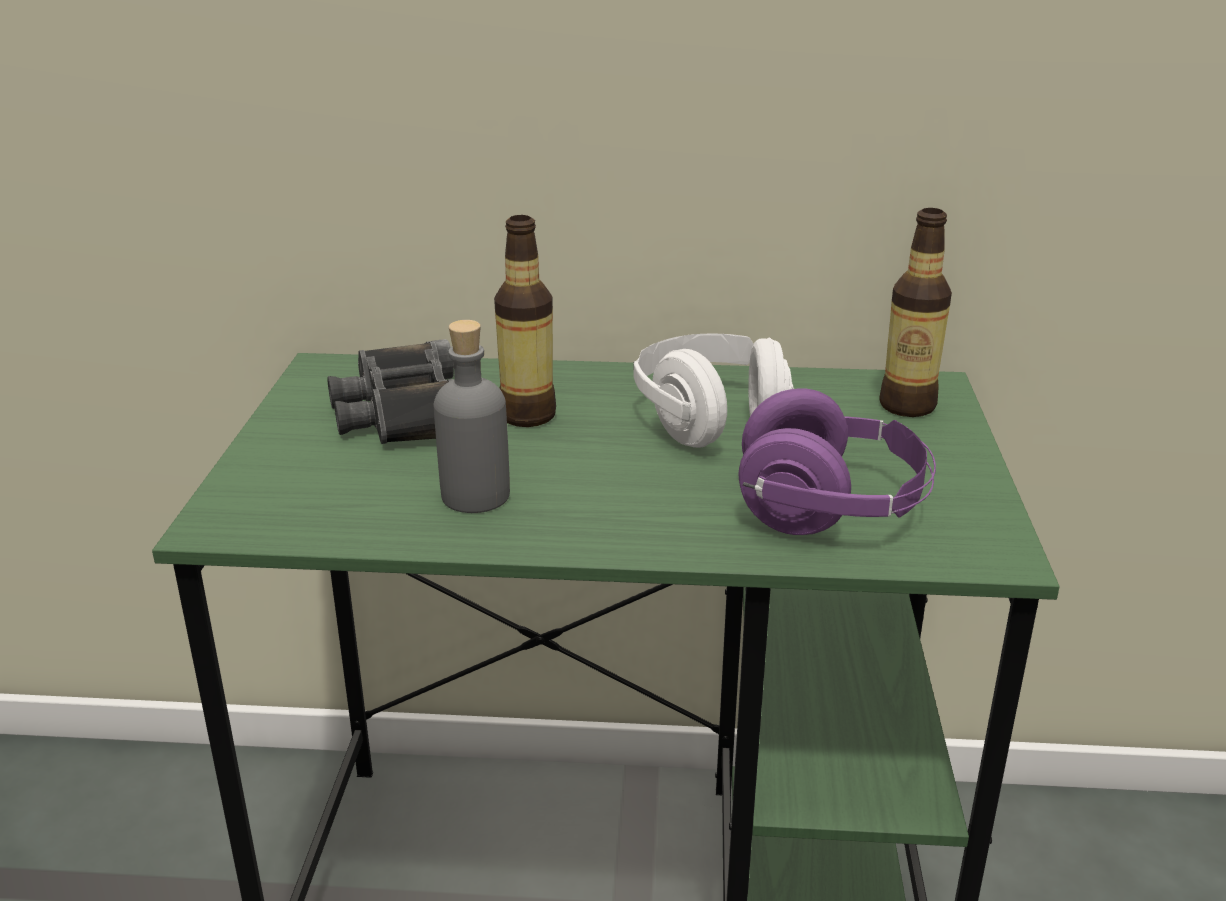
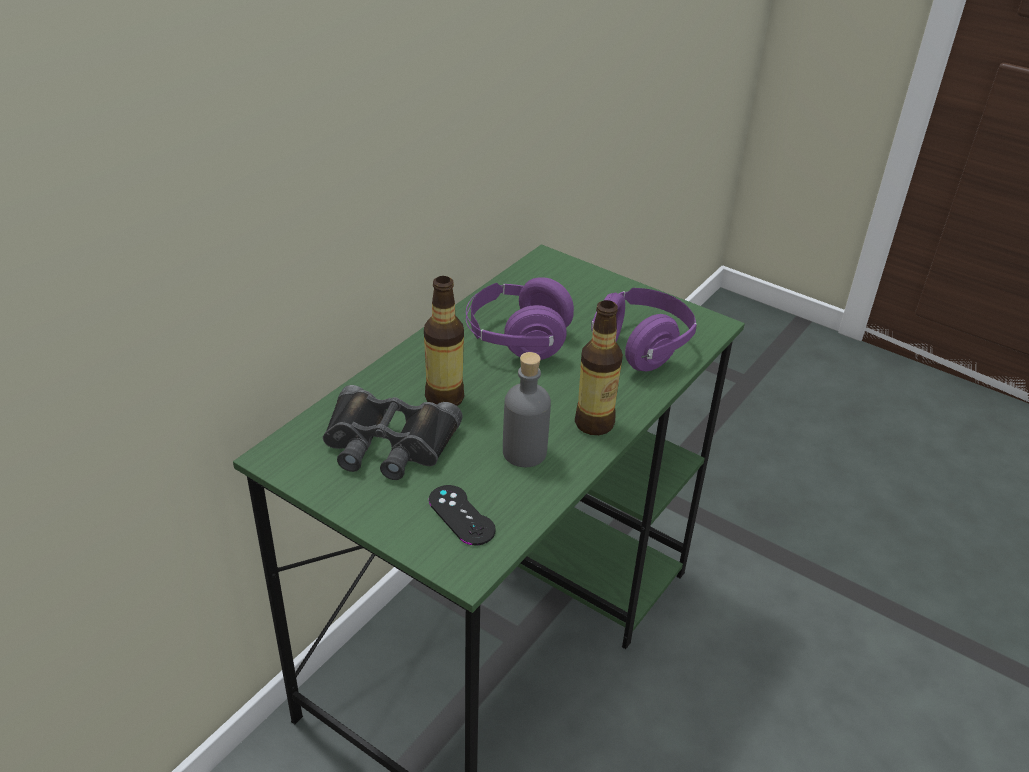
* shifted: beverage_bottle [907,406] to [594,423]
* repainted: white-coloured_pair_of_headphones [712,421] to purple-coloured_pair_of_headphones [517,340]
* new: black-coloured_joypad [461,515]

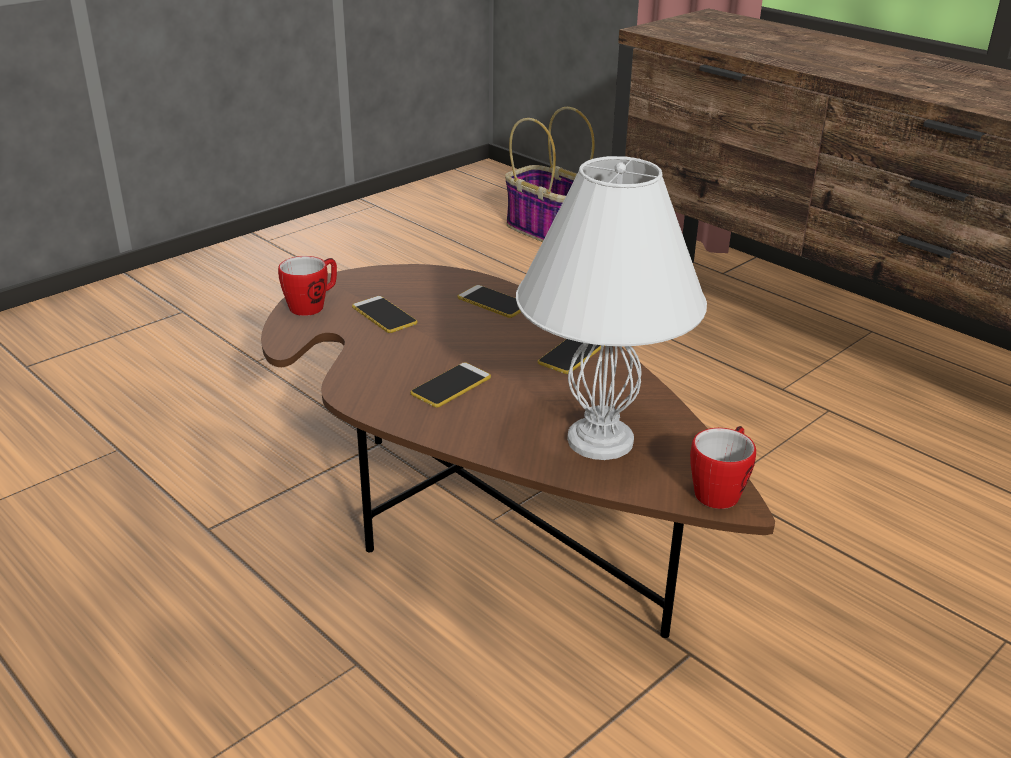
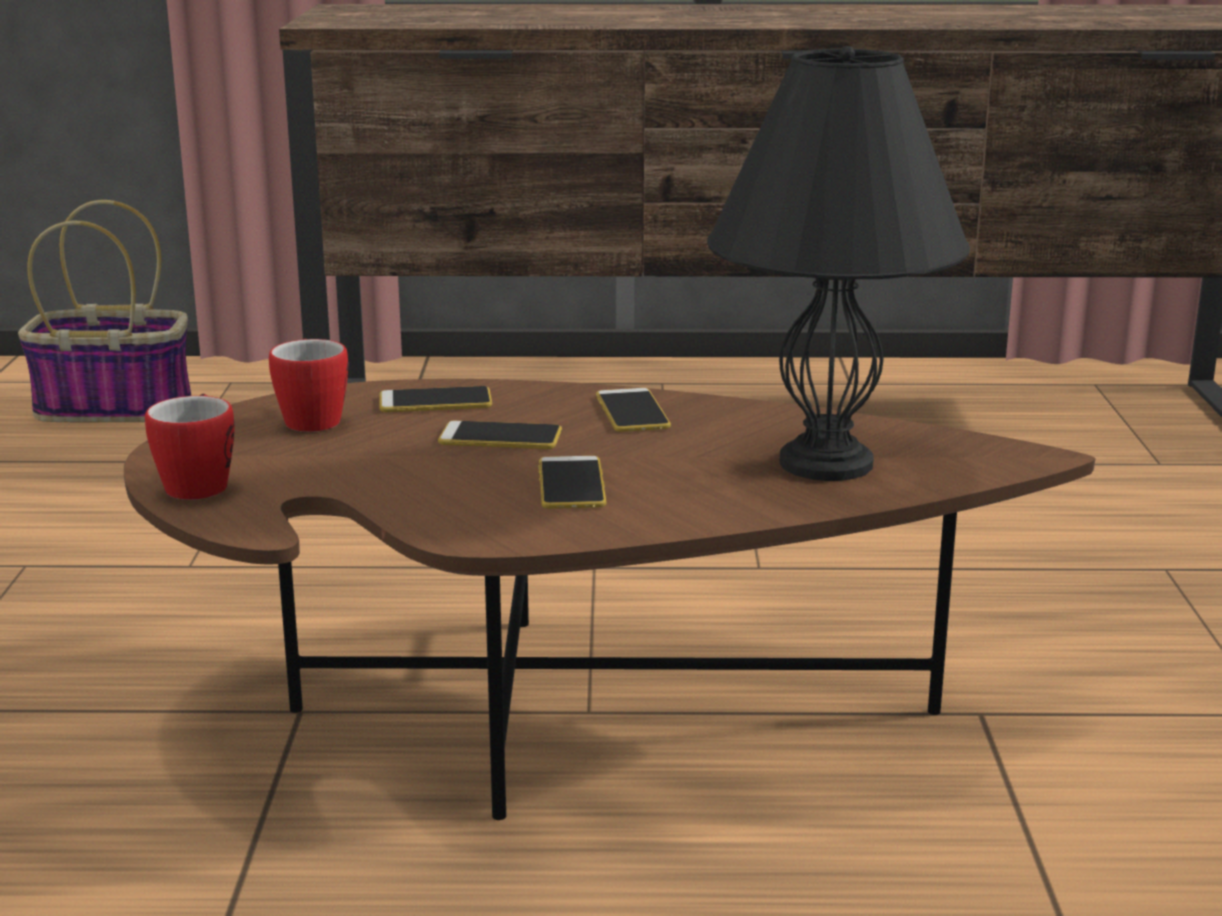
* repainted: white-coloured_table_lamp [602,440] to black-coloured_table_lamp [827,462]
* shifted: handset [384,315] to [500,437]
* shifted: mug [720,490] to [312,418]

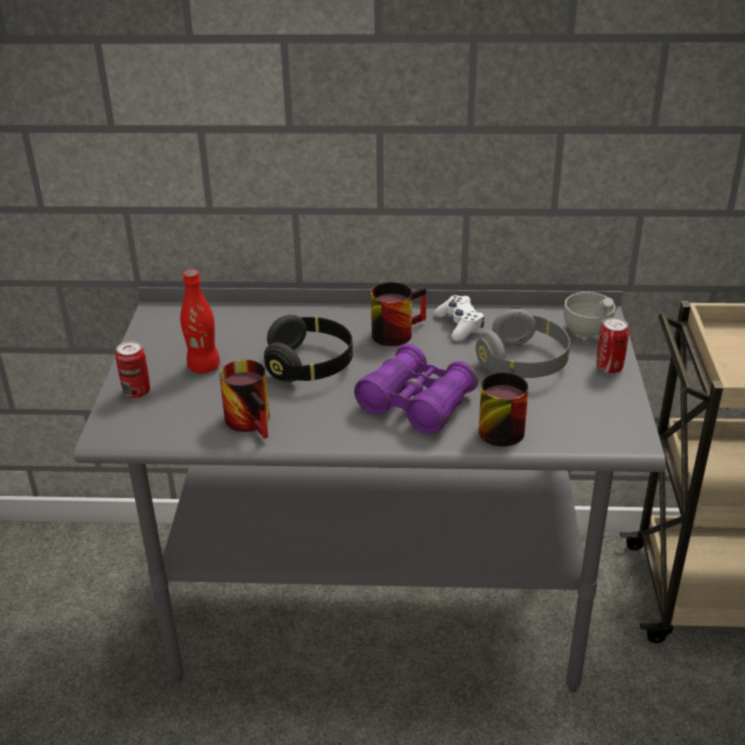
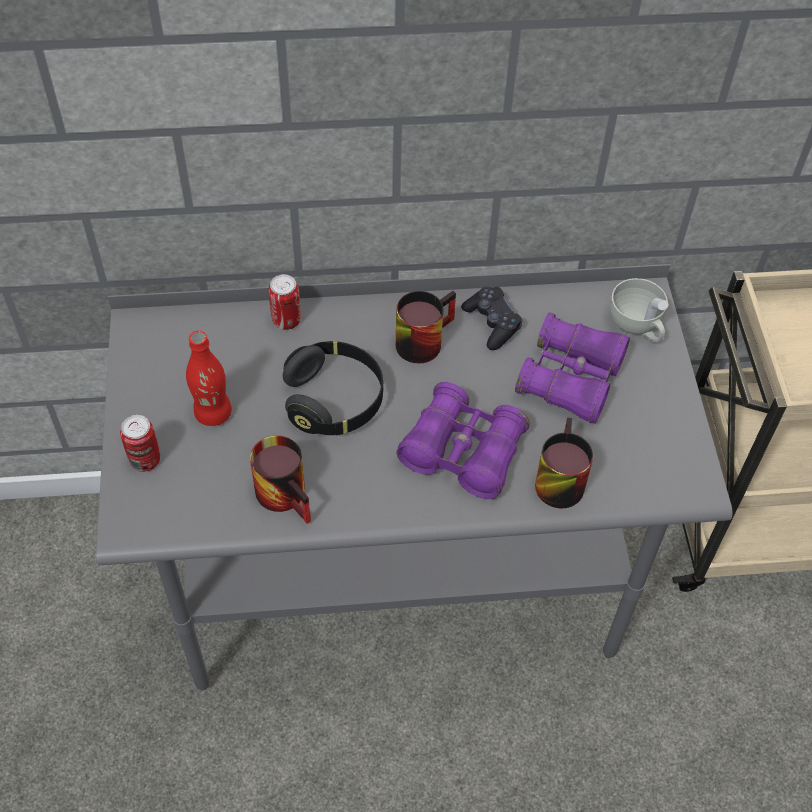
* repainted: white-coloured_joypad [459,325] to black-coloured_joypad [492,323]
* swapped: gray_pair_of_headphones [523,363] to purple-coloured_field_glasses [570,379]
* shifted: can [609,368] to [286,320]

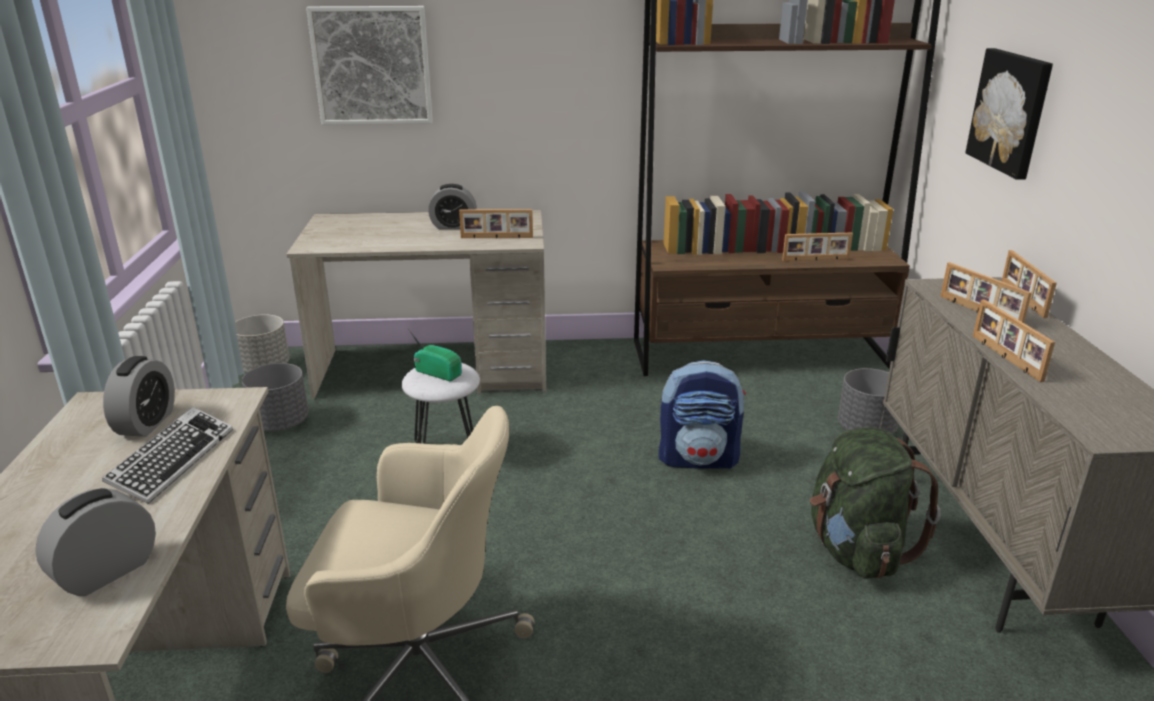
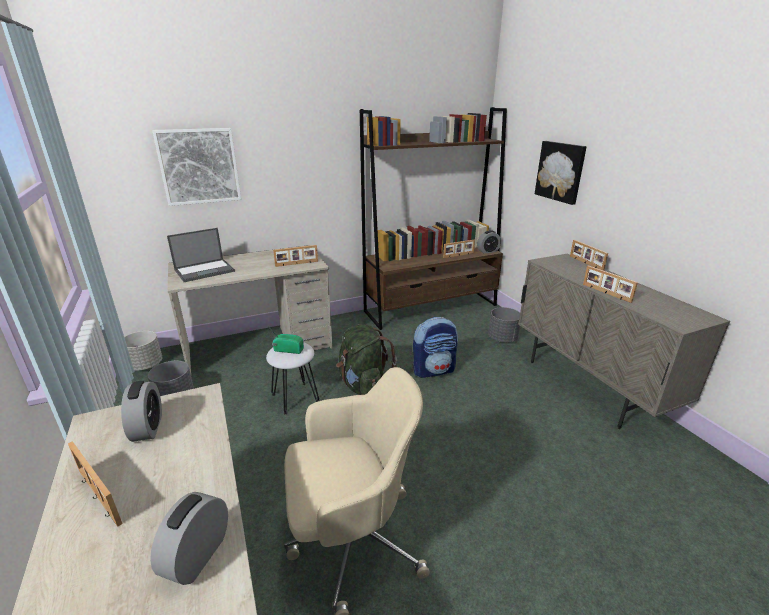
* shifted: bedside_clock [453,226] to [488,251]
* shifted: photo_frame [978,312] to [98,497]
* gone: keyboard [172,461]
* shifted: green_backpack [856,550] to [363,385]
* new: portable_computer [205,270]

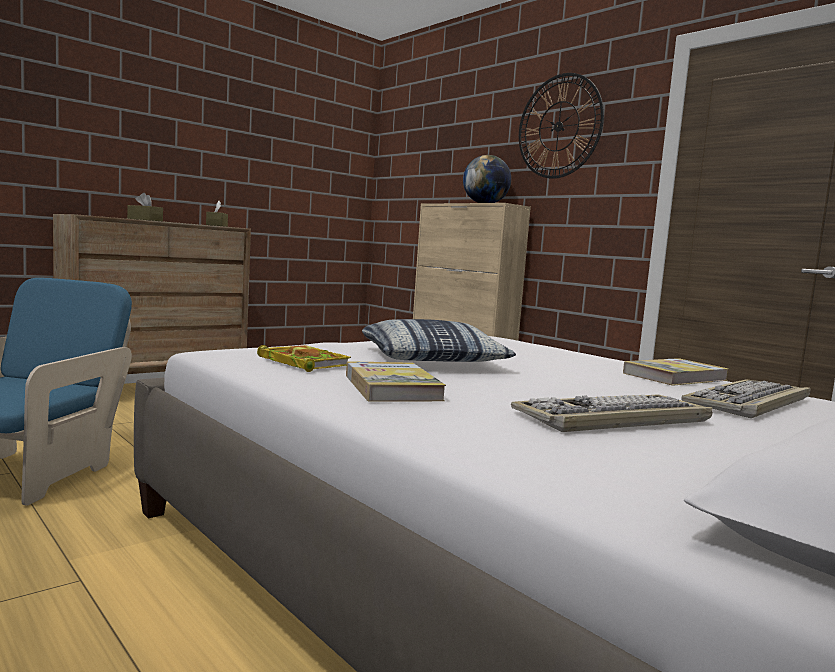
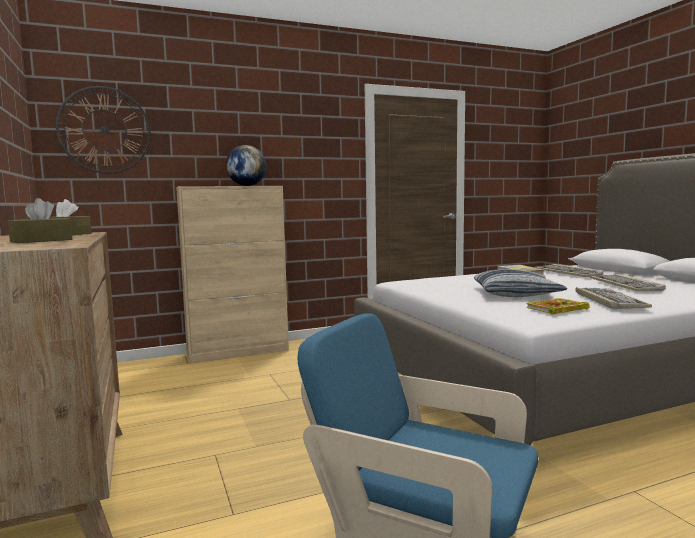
* shifted: clock_on_the_wall [559,126] to [104,130]
* swapped: book [392,387] to keyboard [608,301]

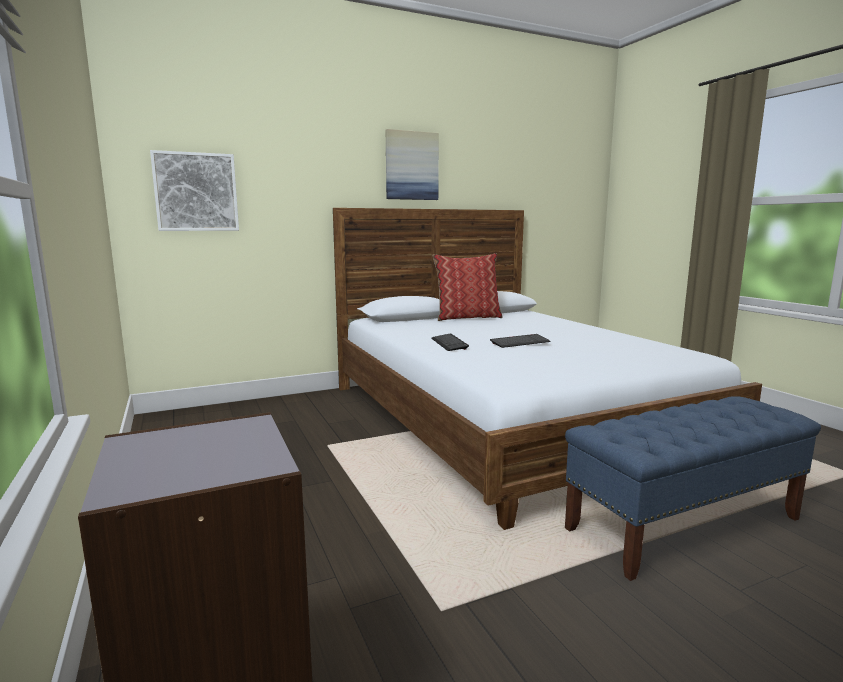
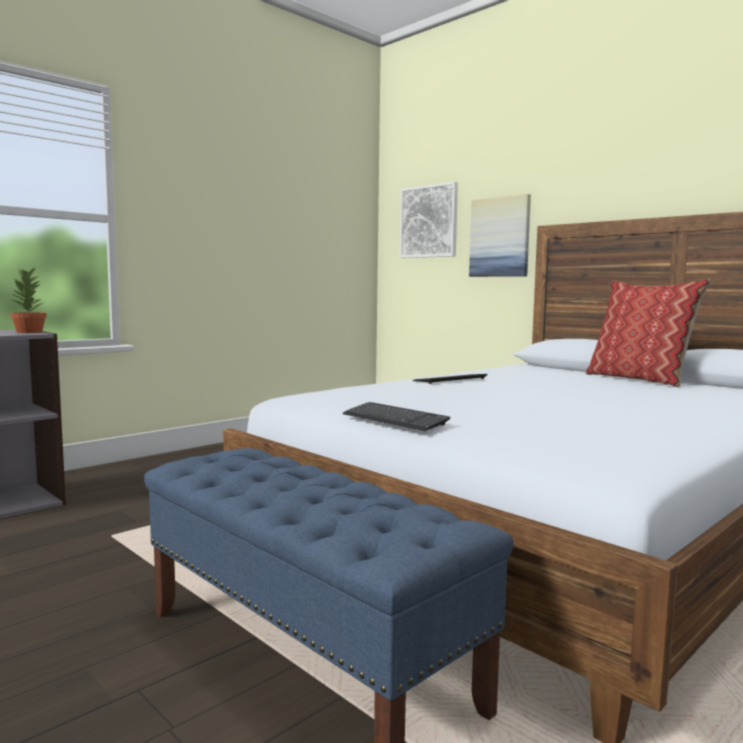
* shifted: wall_art [411,166] to [500,237]
* shifted: keyboard [520,342] to [394,419]
* new: houseplant [29,332]

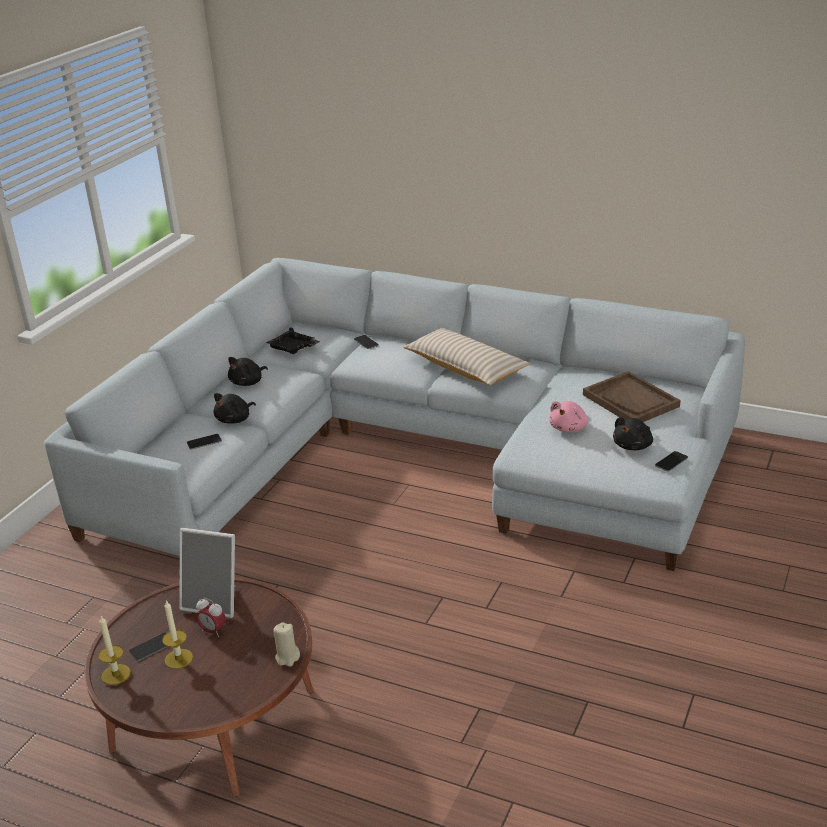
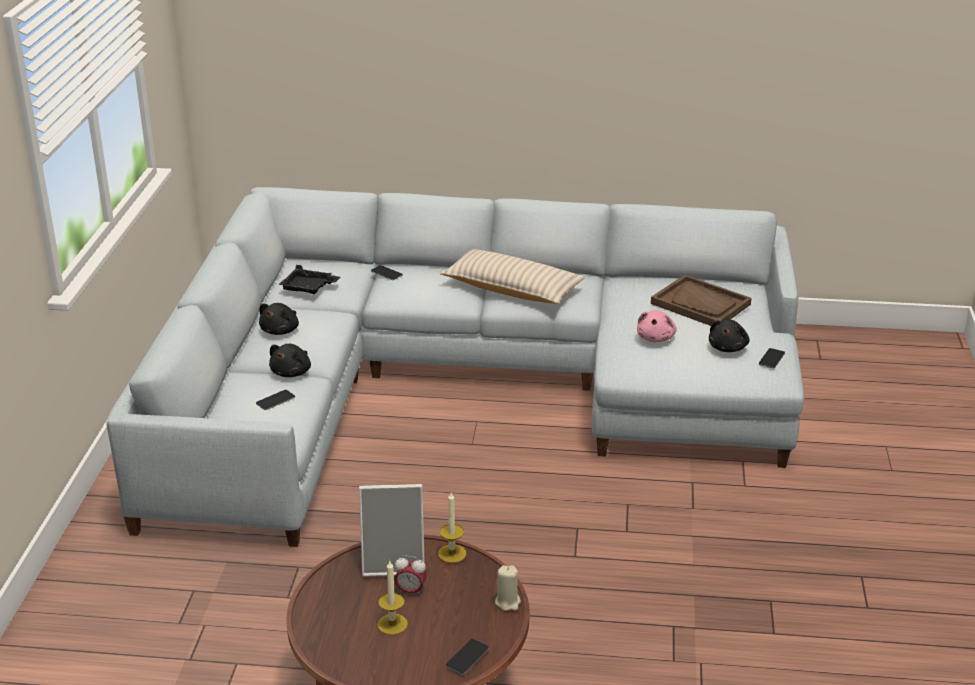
* shifted: wax_light [116,674] to [452,553]
* shifted: handset [151,647] to [467,657]

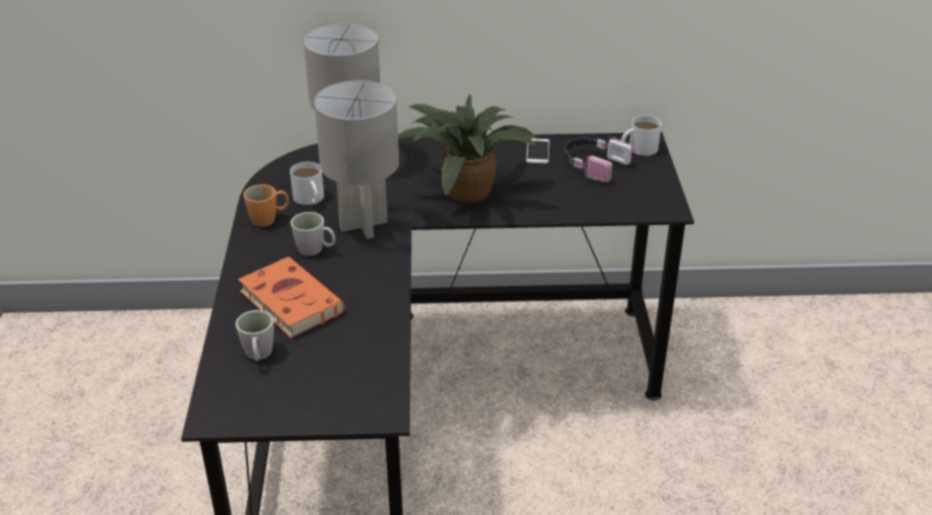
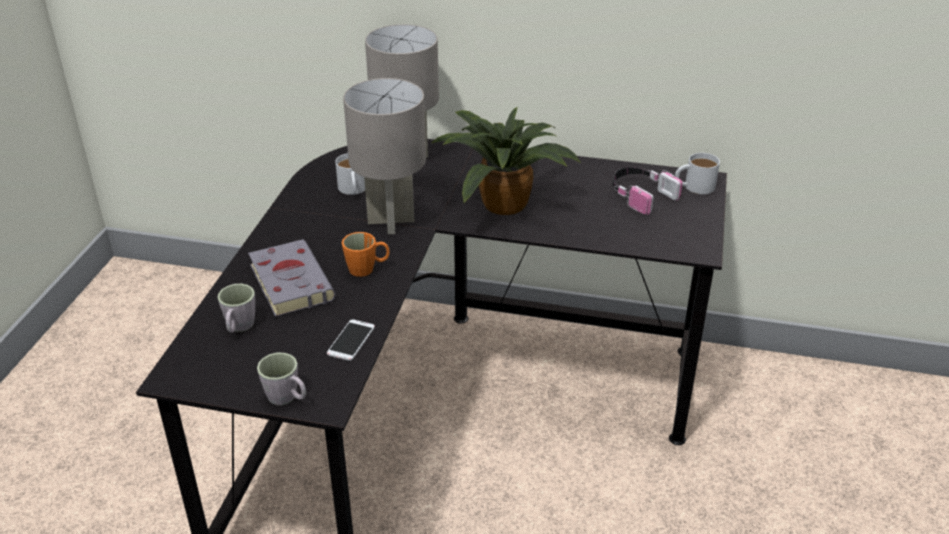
* shifted: handset [537,151] to [351,340]
* shifted: orangey_mug [269,219] to [367,269]
* shifted: gray_mug [315,250] to [287,398]
* repainted: orangey_book [289,301] to gray_book [290,281]

